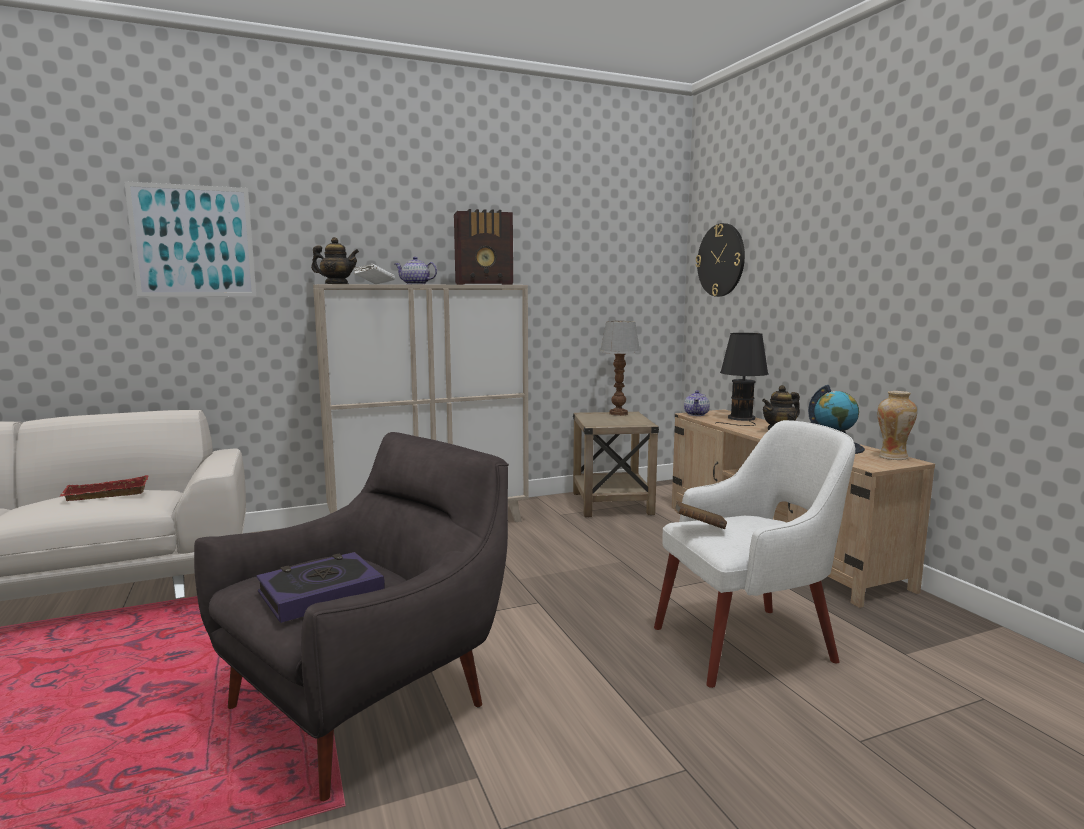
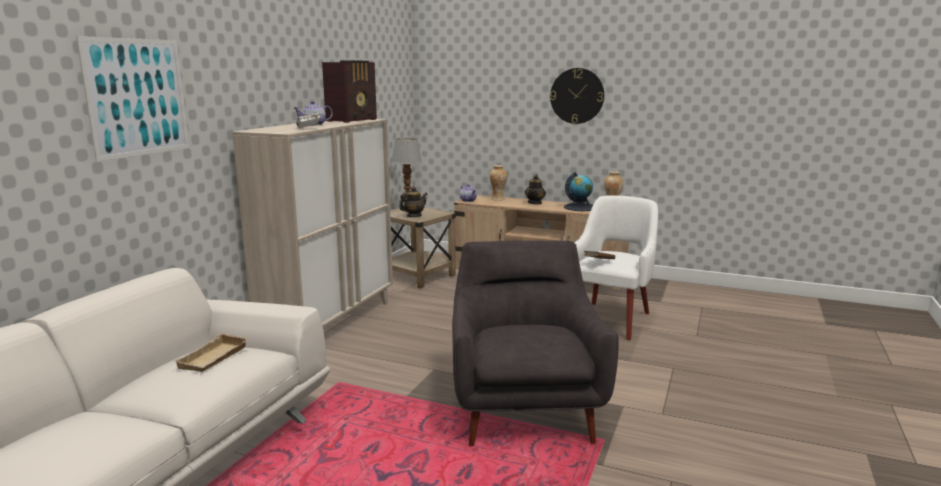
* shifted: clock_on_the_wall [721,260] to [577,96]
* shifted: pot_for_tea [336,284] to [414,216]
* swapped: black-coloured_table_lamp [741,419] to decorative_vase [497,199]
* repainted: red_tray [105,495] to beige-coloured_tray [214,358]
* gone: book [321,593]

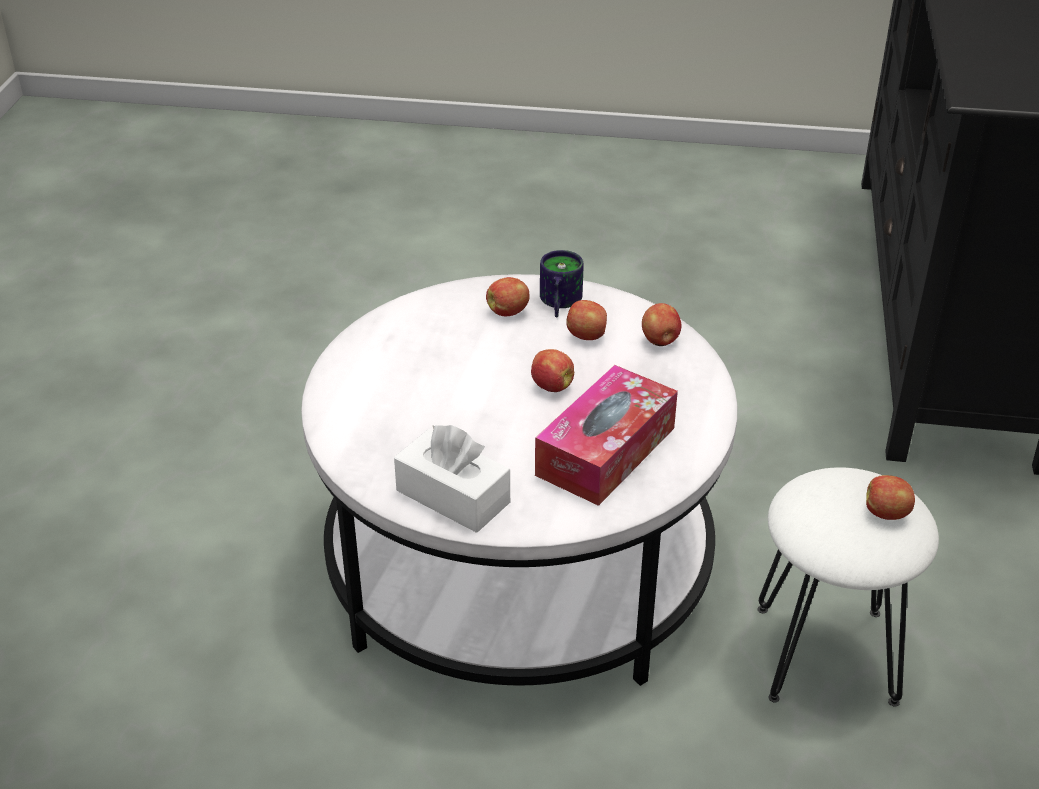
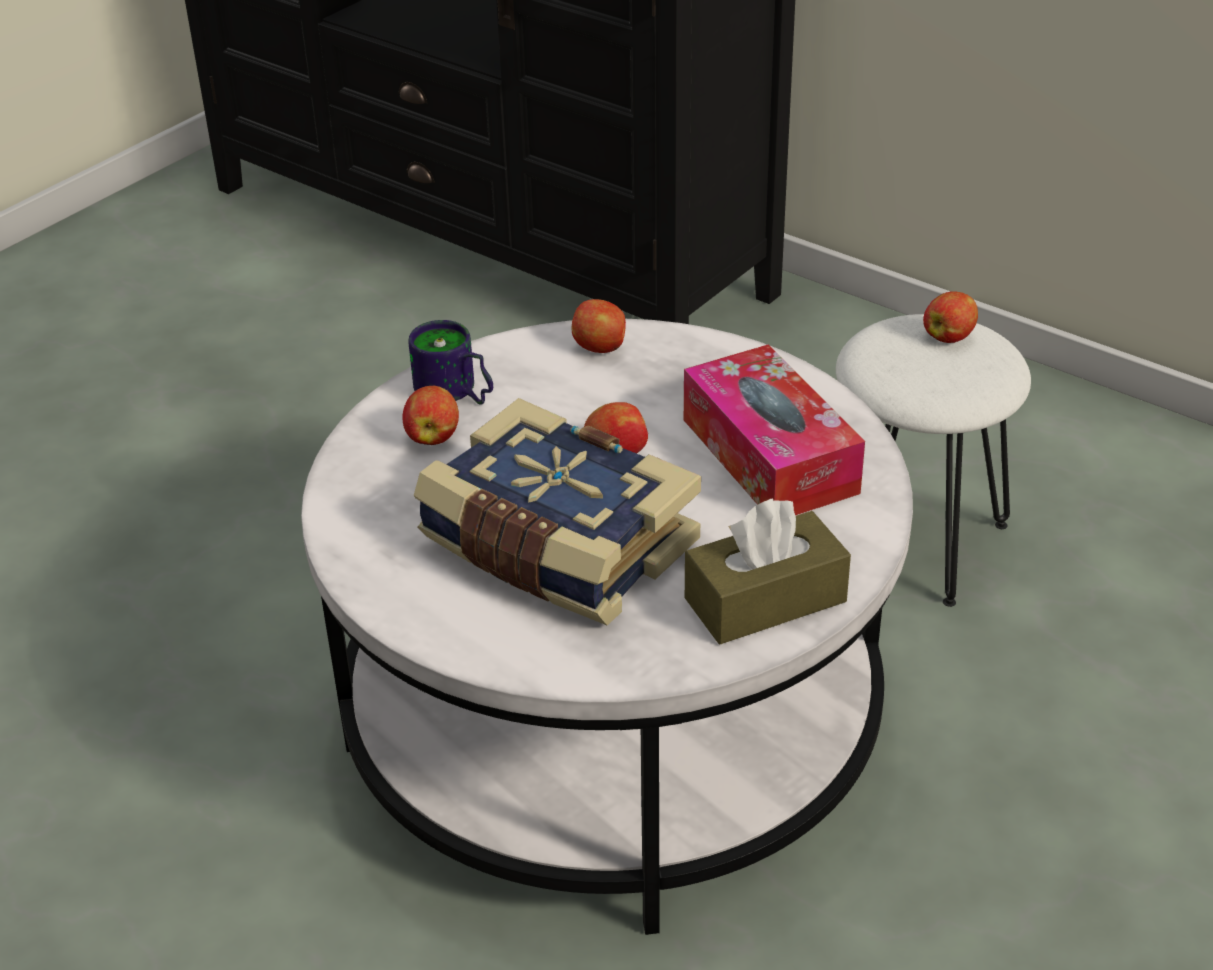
* gone: apple_fruit [587,336]
* repainted: white-coloured_tissue_holder [453,496] to brown-coloured_tissue_holder [765,600]
* new: book [556,548]

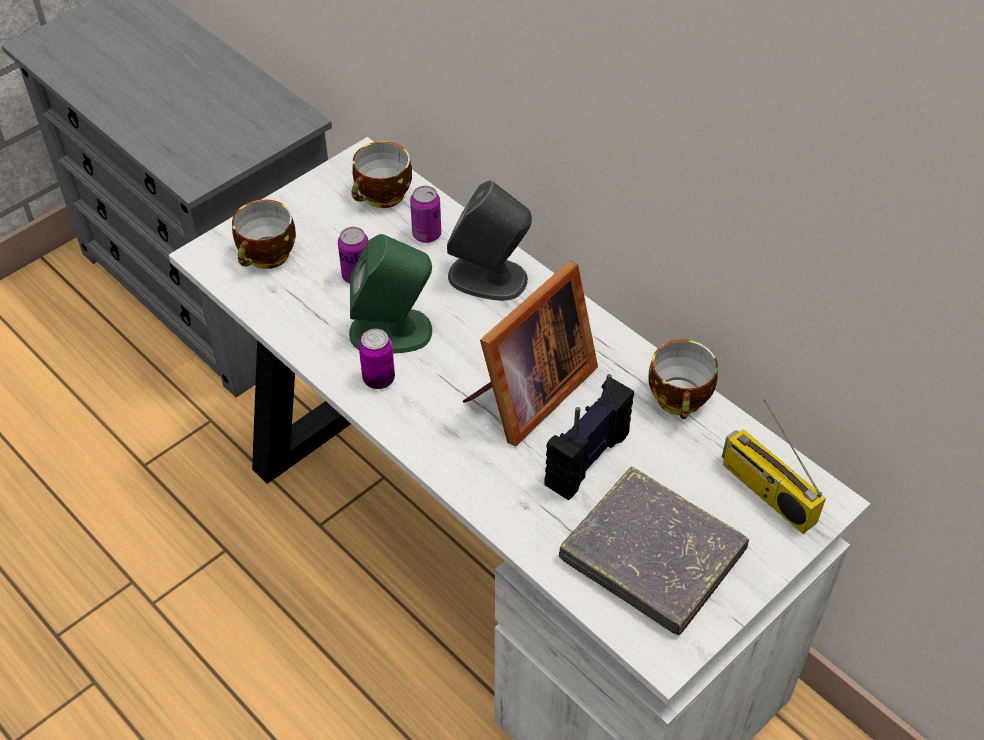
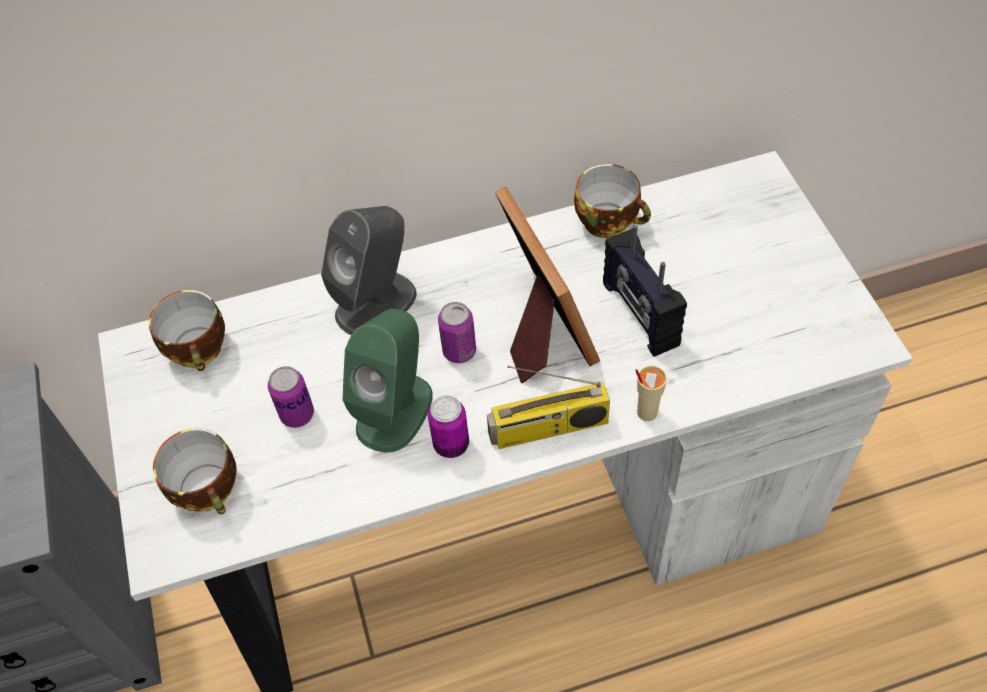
* shifted: can [426,234] to [459,351]
* shifted: radio [765,492] to [548,429]
* gone: gray_book [652,555]
* new: beige-coloured_cup [646,412]

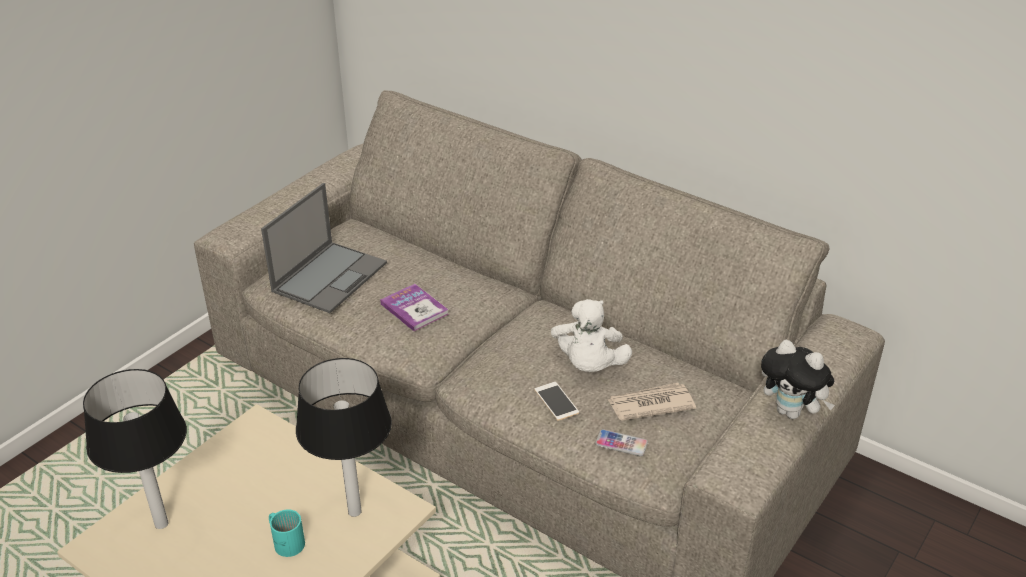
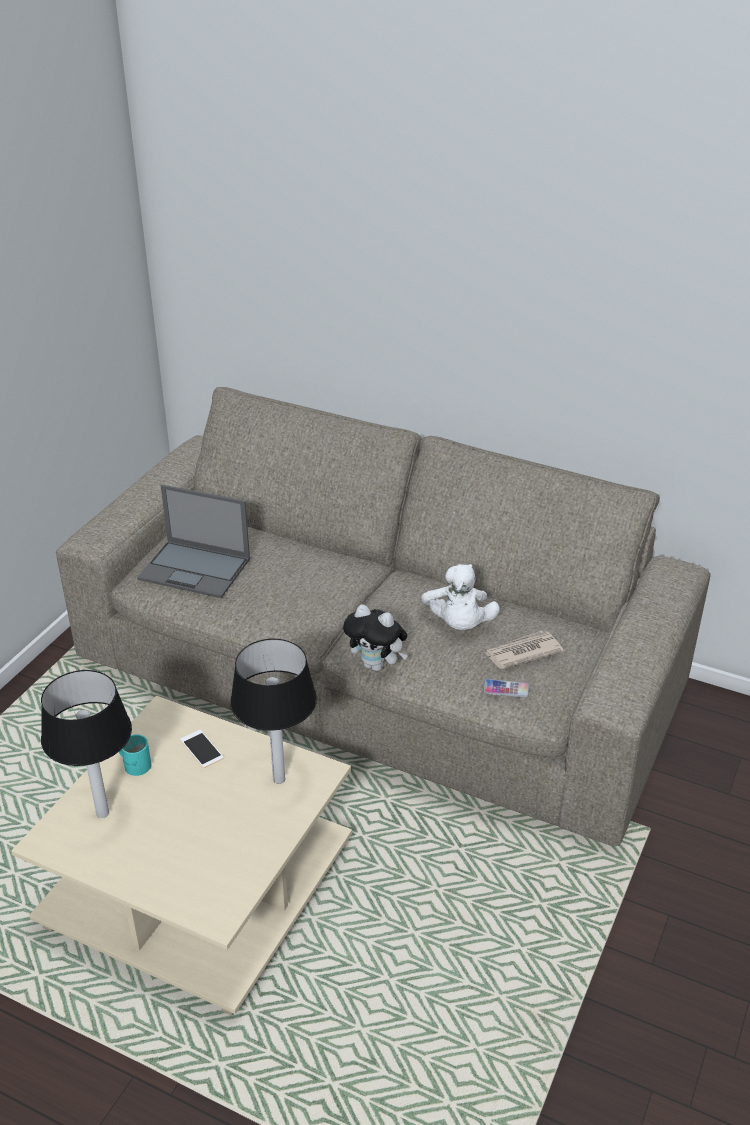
* rotated: portable_computer [330,276] = [196,569] 90 degrees clockwise
* gone: book [414,309]
* shifted: cuddly_toy [791,412] to [377,665]
* shifted: handset [556,401] to [201,749]
* shifted: turquoise-coloured_mug [286,540] to [134,763]

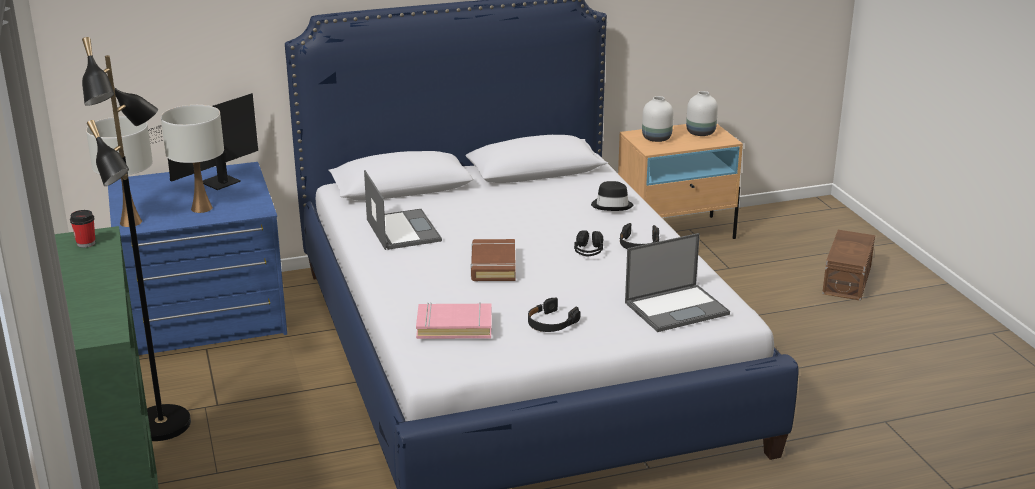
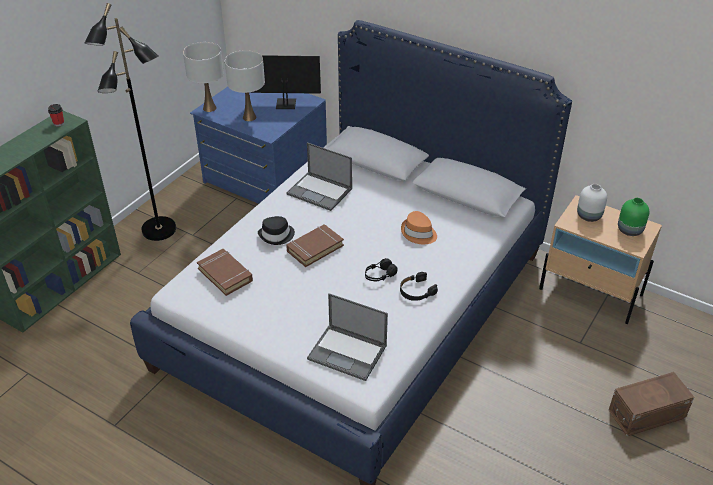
* repainted: white-coloured_decorative_vase [701,133] to green_decorative_vase [629,230]
* rotated: portable_computer [402,230] = [320,191] 90 degrees clockwise
* shifted: black-coloured_clothing_hat [612,205] to [277,235]
* gone: black-coloured_pair_of_headphones [551,323]
* repainted: pink_book [454,326] to brown-coloured_book [225,275]
* new: orangey_clothing_hat [418,233]

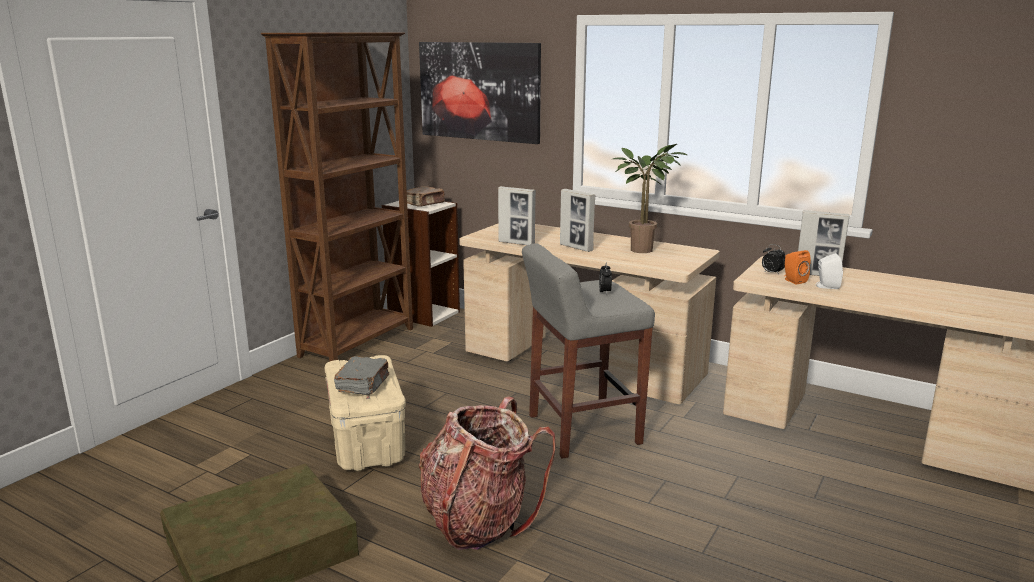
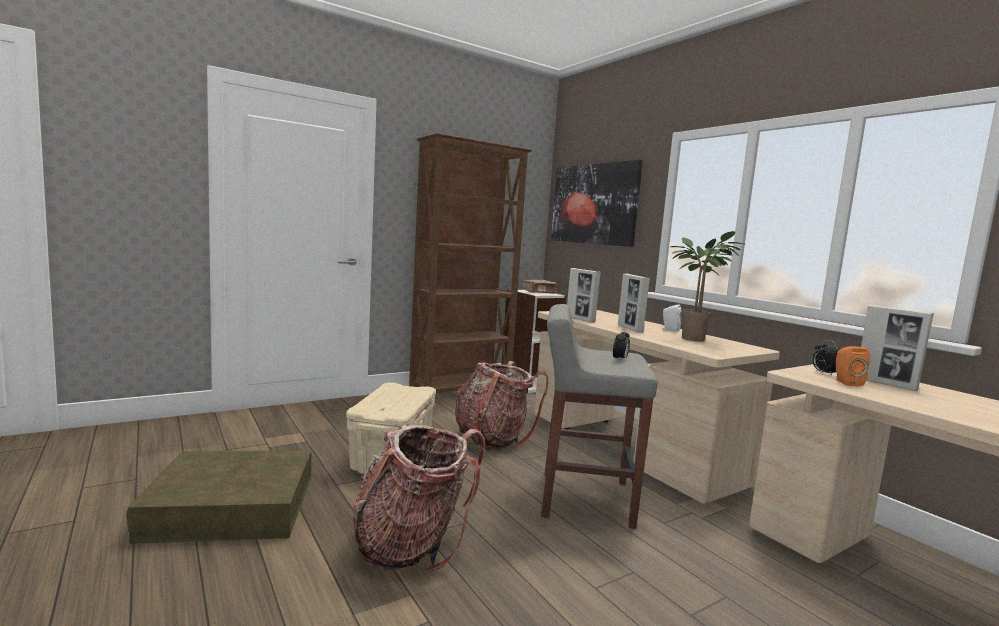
* shifted: white-coloured_speaker [826,287] to [669,330]
* gone: gray_book [363,385]
* new: backpack [492,438]

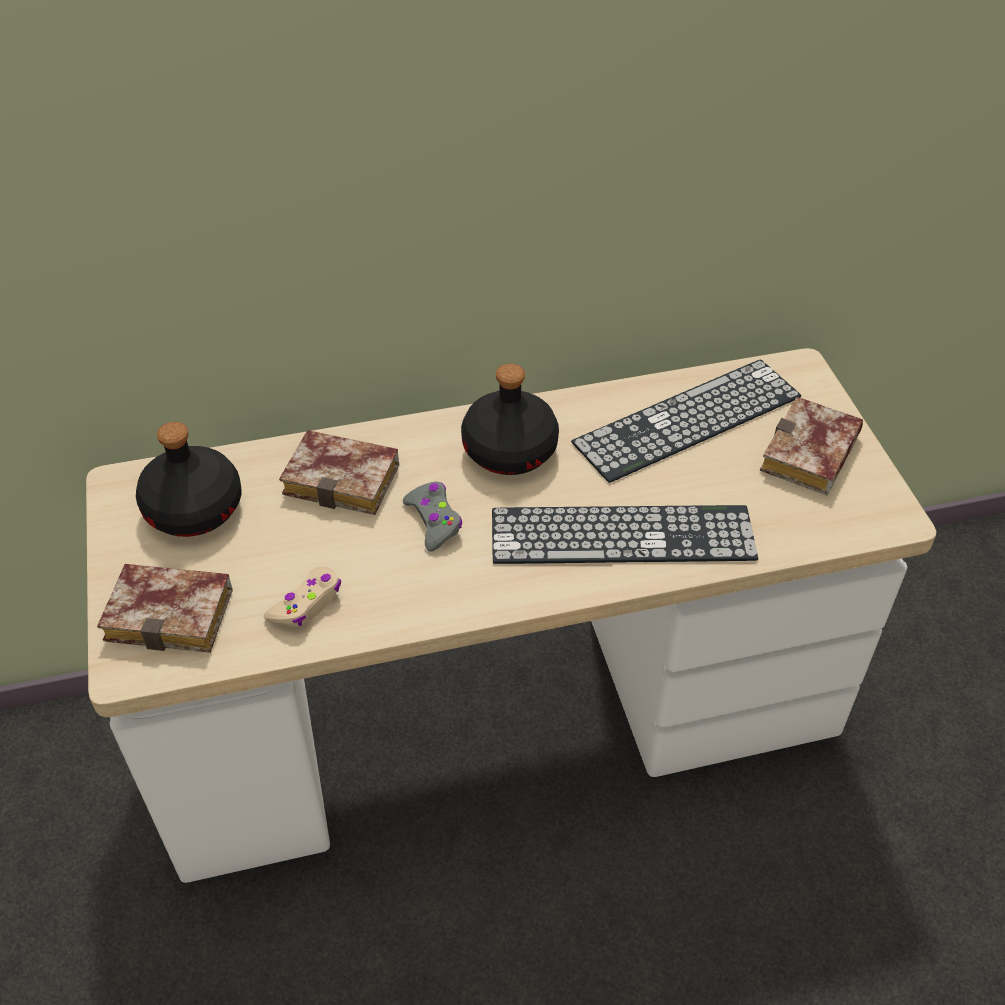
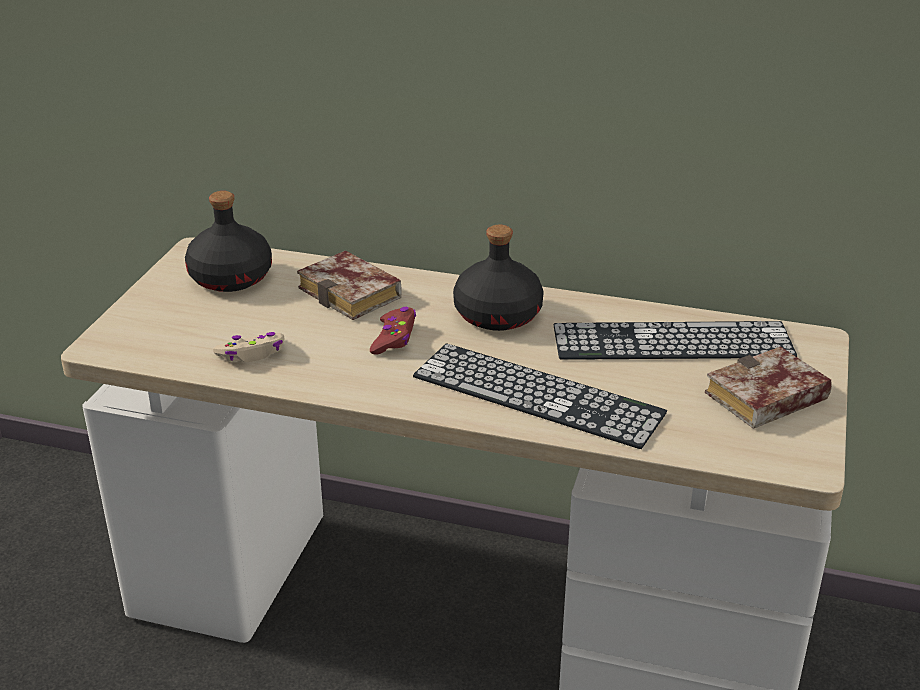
* repainted: gray_joypad [434,521] to red_joypad [394,338]
* gone: book [175,613]

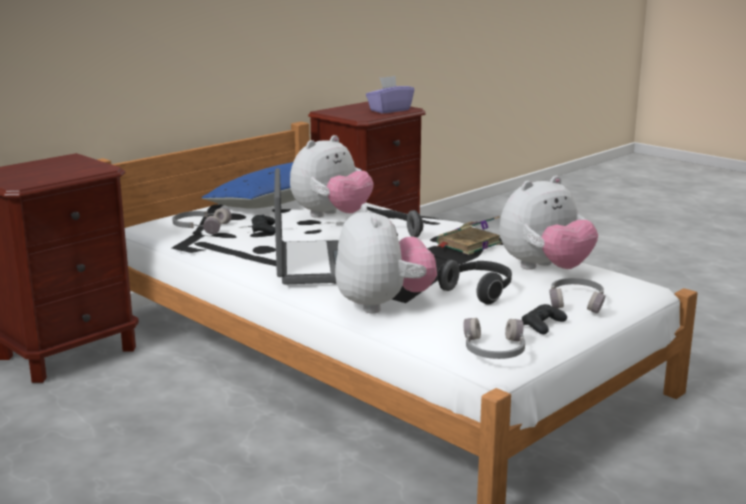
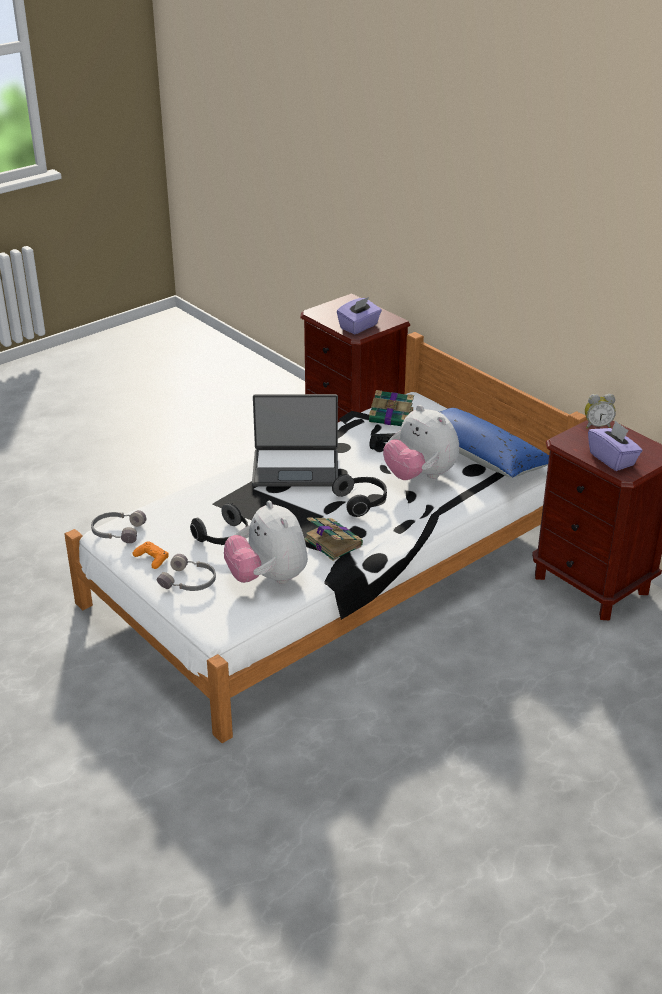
* gone: cuddly_toy [383,305]
* swapped: gray_pair_of_headphones [200,227] to book [392,417]
* repainted: black-coloured_joypad [543,325] to orangey_joypad [152,558]
* new: purple-coloured_tissue_holder [359,327]
* new: bedside_clock [597,426]

